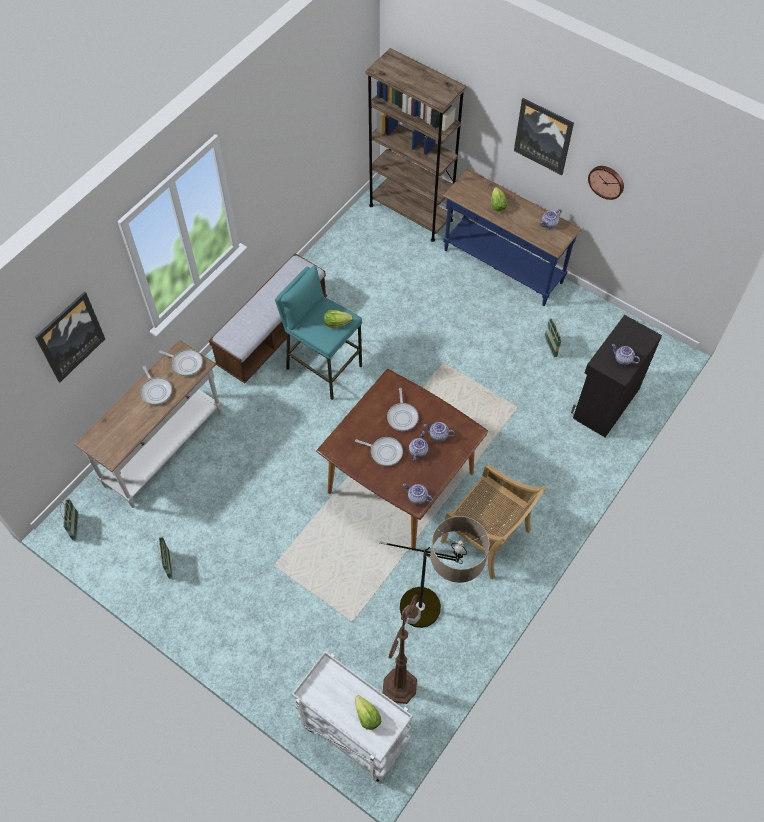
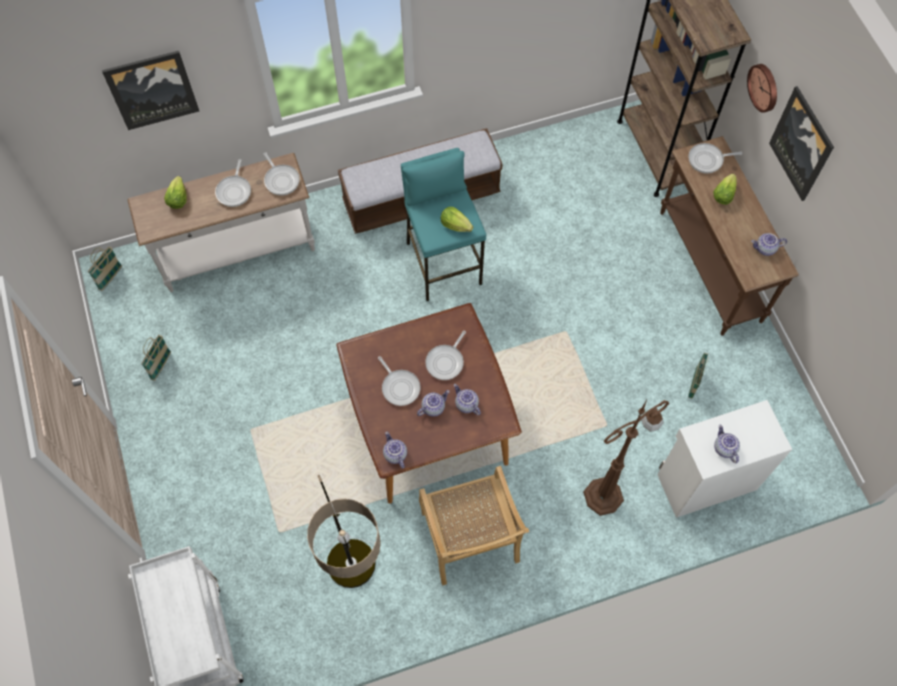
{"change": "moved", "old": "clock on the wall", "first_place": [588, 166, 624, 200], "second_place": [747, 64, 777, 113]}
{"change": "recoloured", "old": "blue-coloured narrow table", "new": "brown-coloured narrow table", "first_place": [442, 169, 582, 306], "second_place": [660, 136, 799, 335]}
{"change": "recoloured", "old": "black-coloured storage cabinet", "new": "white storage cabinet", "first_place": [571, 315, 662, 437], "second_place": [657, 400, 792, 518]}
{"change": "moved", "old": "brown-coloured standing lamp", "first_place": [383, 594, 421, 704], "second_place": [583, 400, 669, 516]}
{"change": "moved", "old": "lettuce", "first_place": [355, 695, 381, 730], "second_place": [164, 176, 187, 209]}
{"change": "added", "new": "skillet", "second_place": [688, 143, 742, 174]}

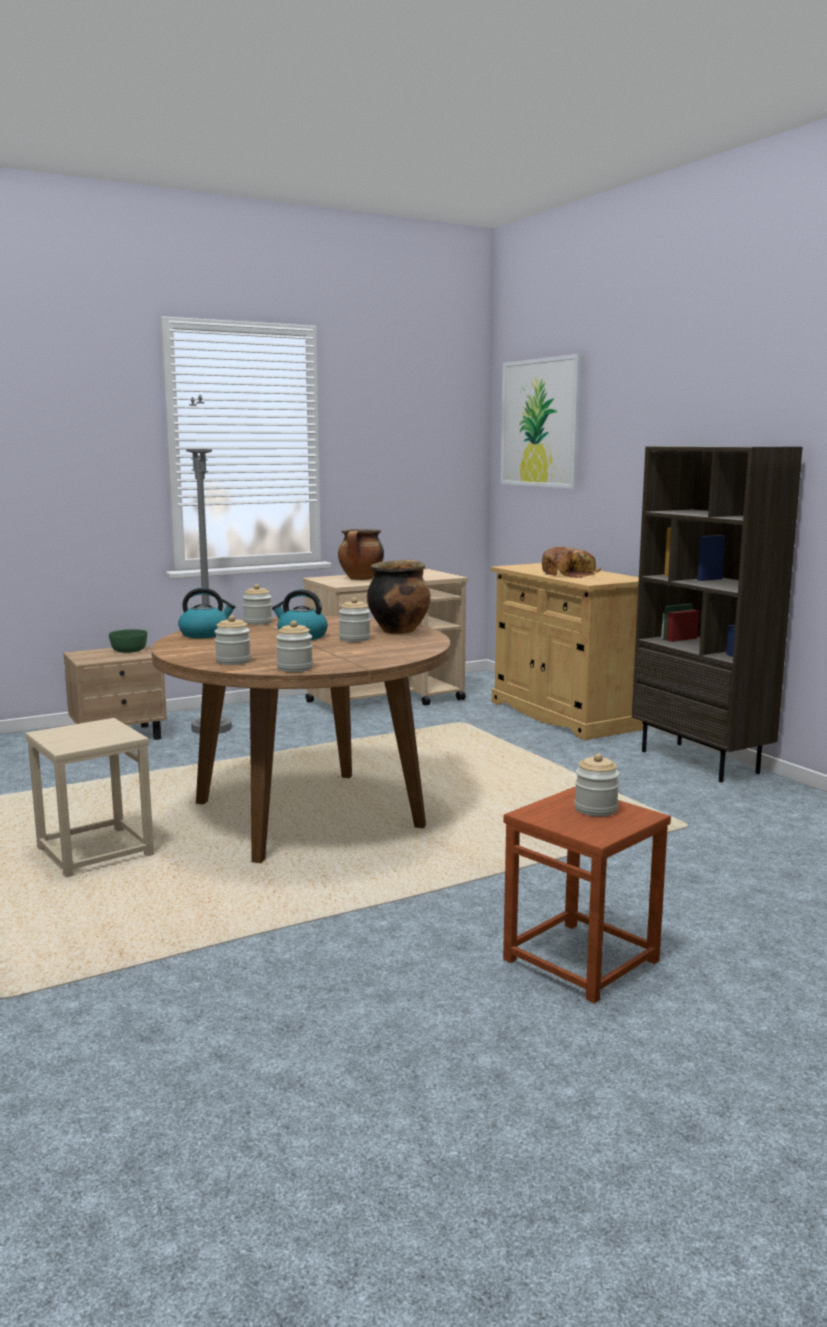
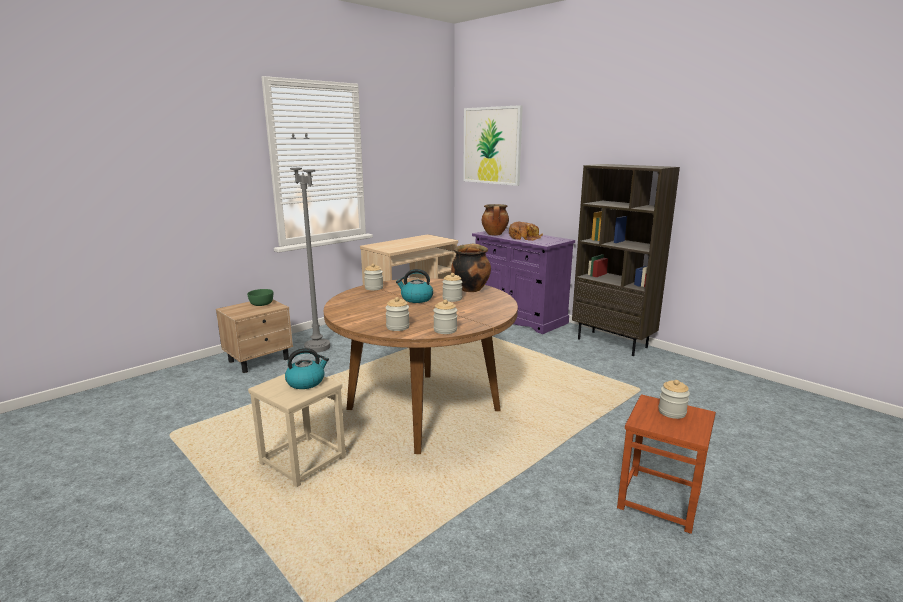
{"change": "moved", "old": "cooking pot", "first_place": [338, 529, 384, 580], "second_place": [482, 204, 509, 235]}
{"change": "recoloured", "old": "beige-coloured storage cabinet", "new": "purple storage cabinet", "first_place": [491, 563, 643, 740], "second_place": [472, 229, 575, 334]}
{"change": "moved", "old": "kettle", "first_place": [178, 588, 236, 638], "second_place": [285, 348, 329, 389]}

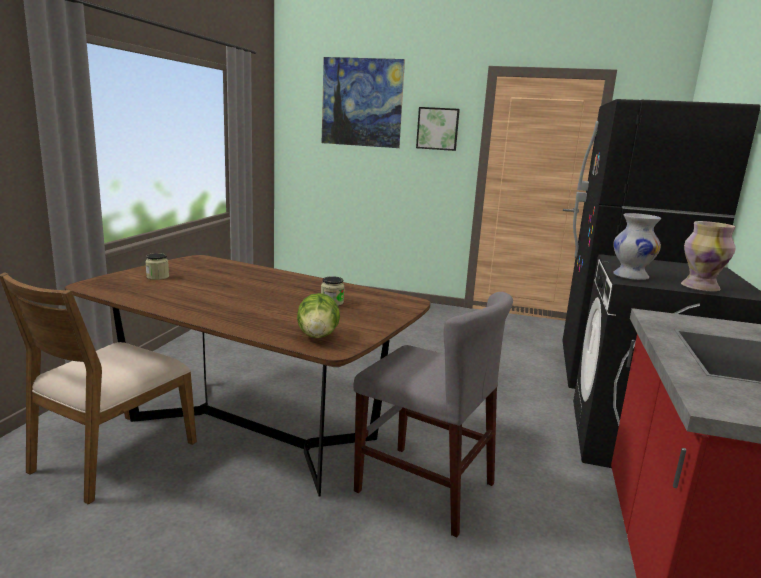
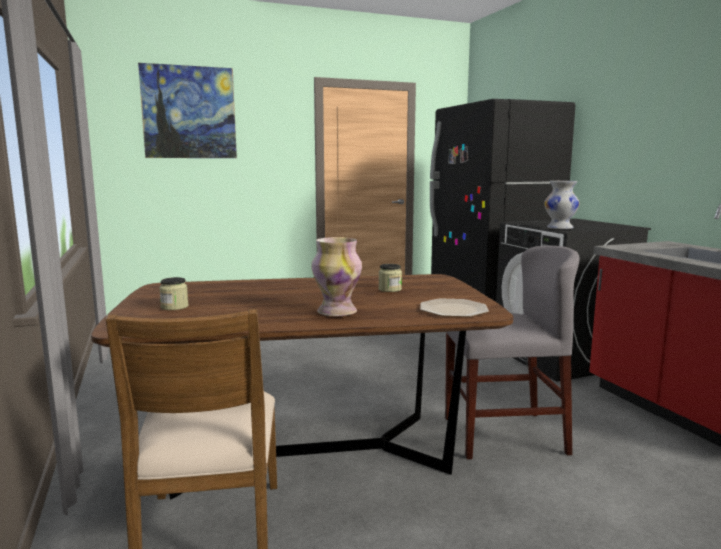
{"change": "removed", "old": "picture", "first_place": [416, 107, 460, 151]}
{"change": "moved", "old": "decorative vase", "first_place": [681, 221, 736, 292], "second_place": [311, 237, 362, 317]}
{"change": "replaced", "old": "lettuce", "new": "plate", "first_place": [297, 293, 340, 338], "second_place": [420, 299, 489, 317]}

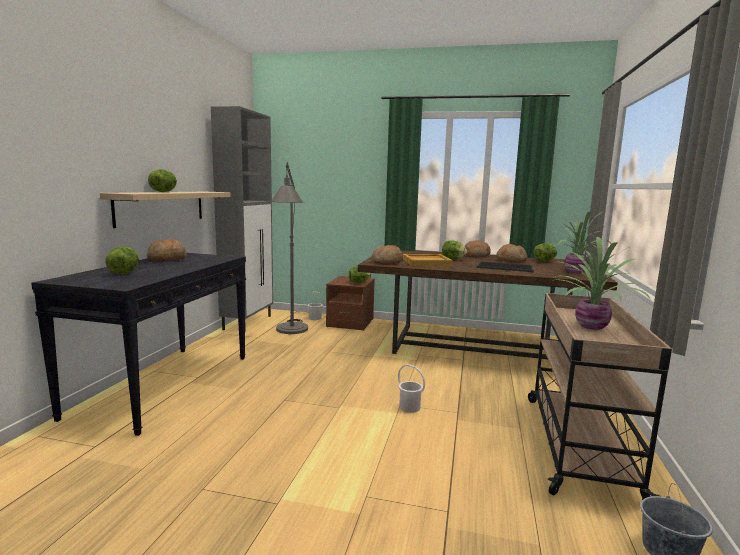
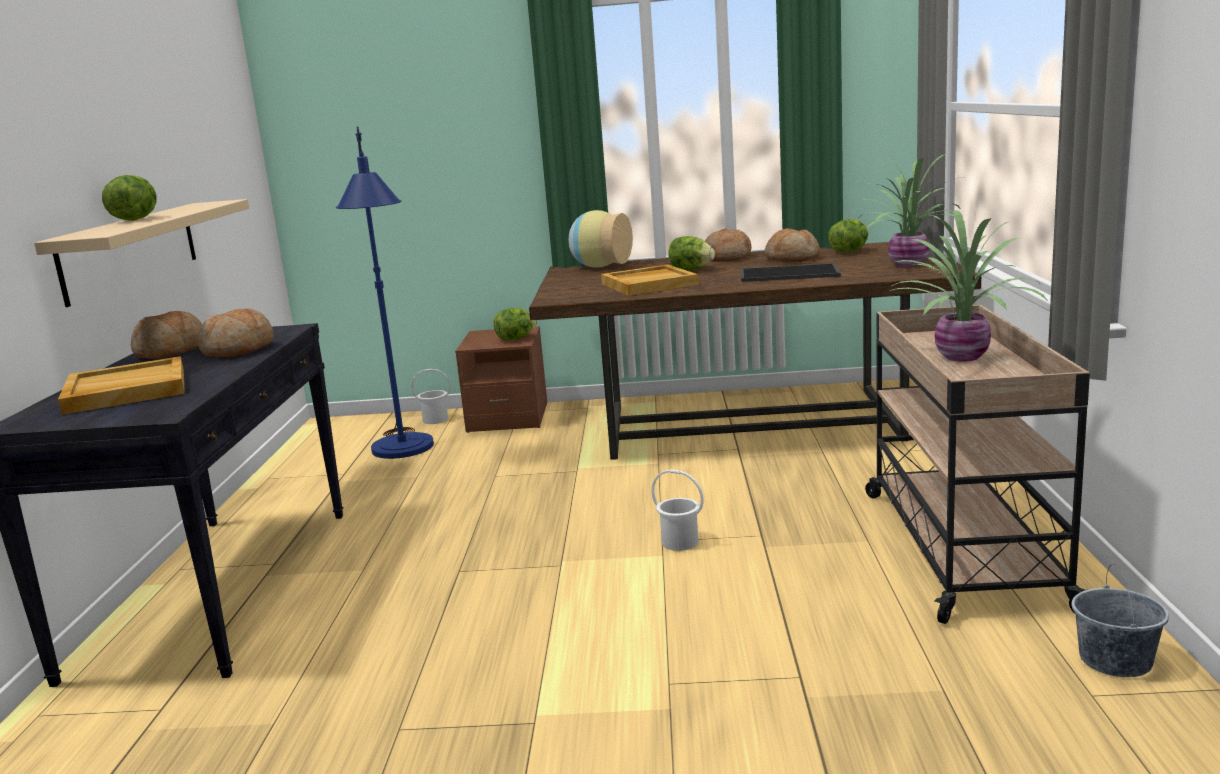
{"change": "removed", "old": "grey storage cabinet", "first_place": [211, 106, 273, 332]}
{"change": "recoloured", "old": "grey standing lamp", "new": "blue-coloured standing lamp", "first_place": [270, 162, 308, 334], "second_place": [336, 126, 434, 459]}
{"change": "moved", "old": "bakery bread", "first_place": [372, 245, 403, 265], "second_place": [198, 308, 274, 357]}
{"change": "replaced", "old": "lettuce", "new": "beige-coloured tray", "first_place": [105, 246, 139, 274], "second_place": [58, 356, 185, 415]}
{"change": "added", "new": "decorative vase", "second_place": [569, 210, 633, 268]}

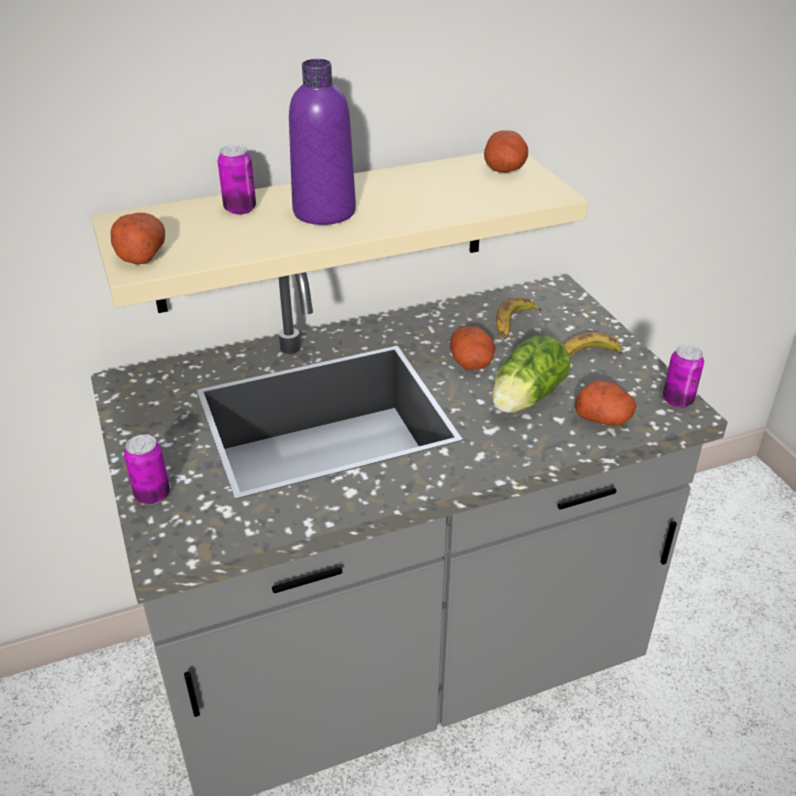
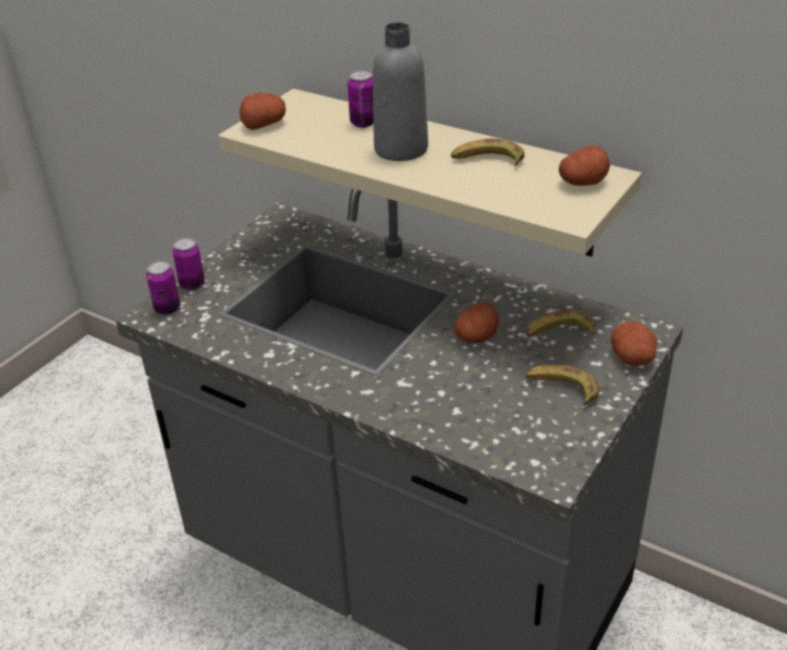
{"change": "recoloured", "old": "purple beverage bottle", "new": "grey beverage bottle", "first_place": [289, 59, 356, 225], "second_place": [373, 22, 428, 161]}
{"change": "removed", "old": "lettuce", "first_place": [492, 336, 570, 413]}
{"change": "moved", "old": "can", "first_place": [663, 345, 704, 408], "second_place": [146, 261, 180, 315]}
{"change": "moved", "old": "potato", "first_place": [575, 380, 637, 426], "second_place": [611, 322, 657, 366]}
{"change": "added", "new": "banana", "second_place": [451, 138, 525, 165]}

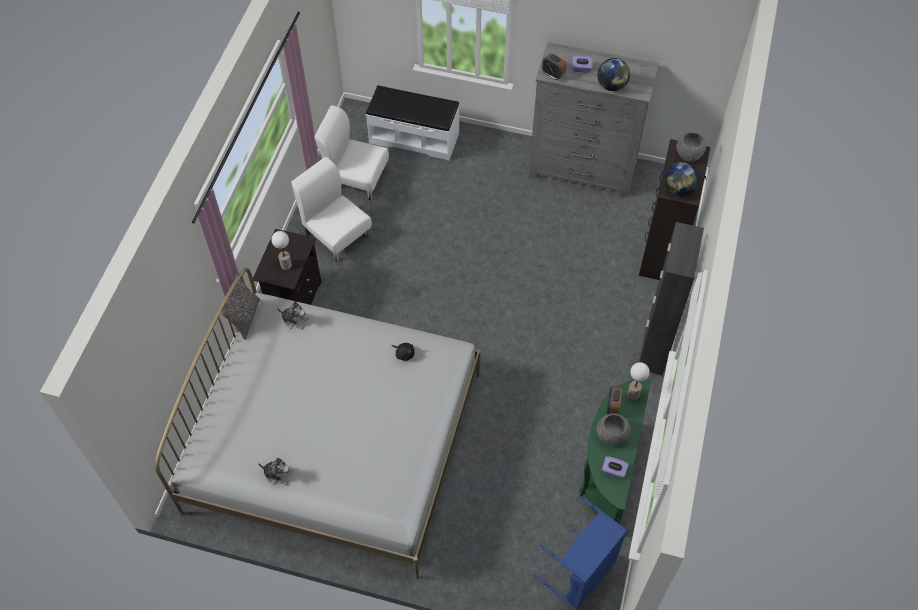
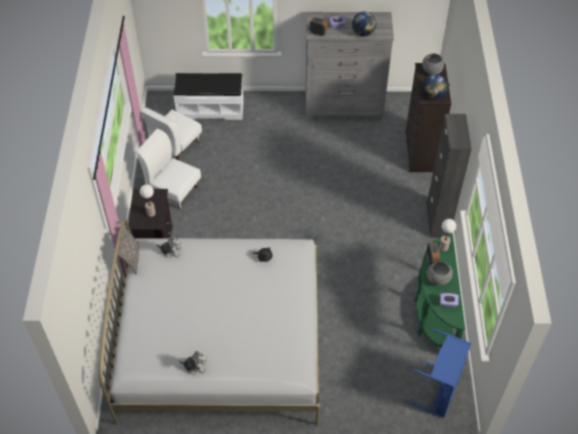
{"change": "turned", "old": "white upright chair", "first_place": [314, 105, 389, 200], "second_place": [141, 107, 202, 160], "degrees": -60}

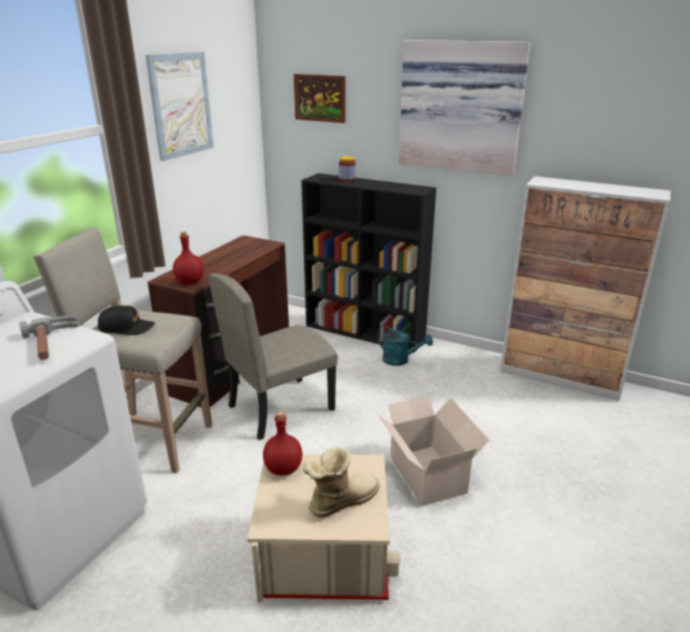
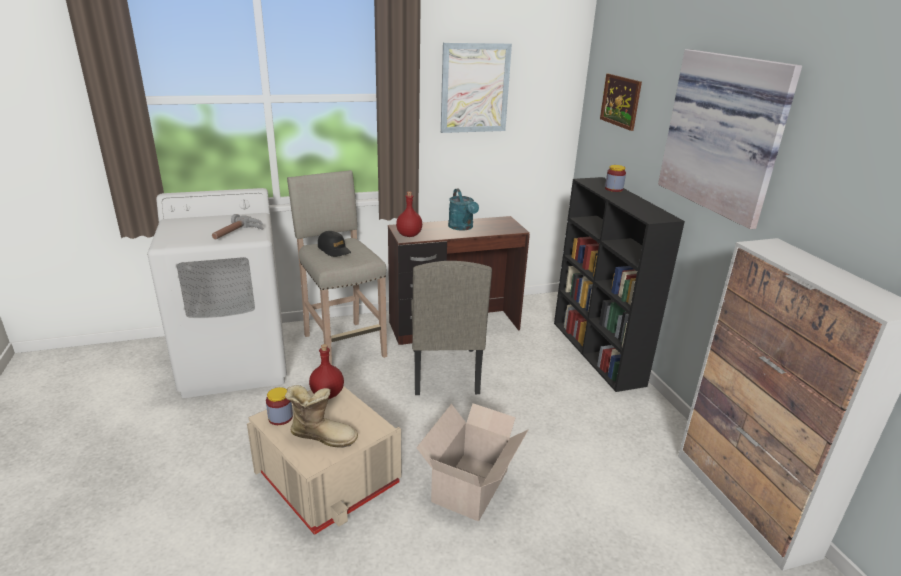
{"change": "turned", "old": "beige-coloured upright chair", "first_place": [209, 273, 338, 440], "second_place": [411, 261, 492, 395], "degrees": -105}
{"change": "moved", "old": "turquoise watering pot", "first_place": [377, 326, 433, 366], "second_place": [448, 189, 479, 231]}
{"change": "added", "new": "storage jar", "second_place": [266, 387, 293, 425]}

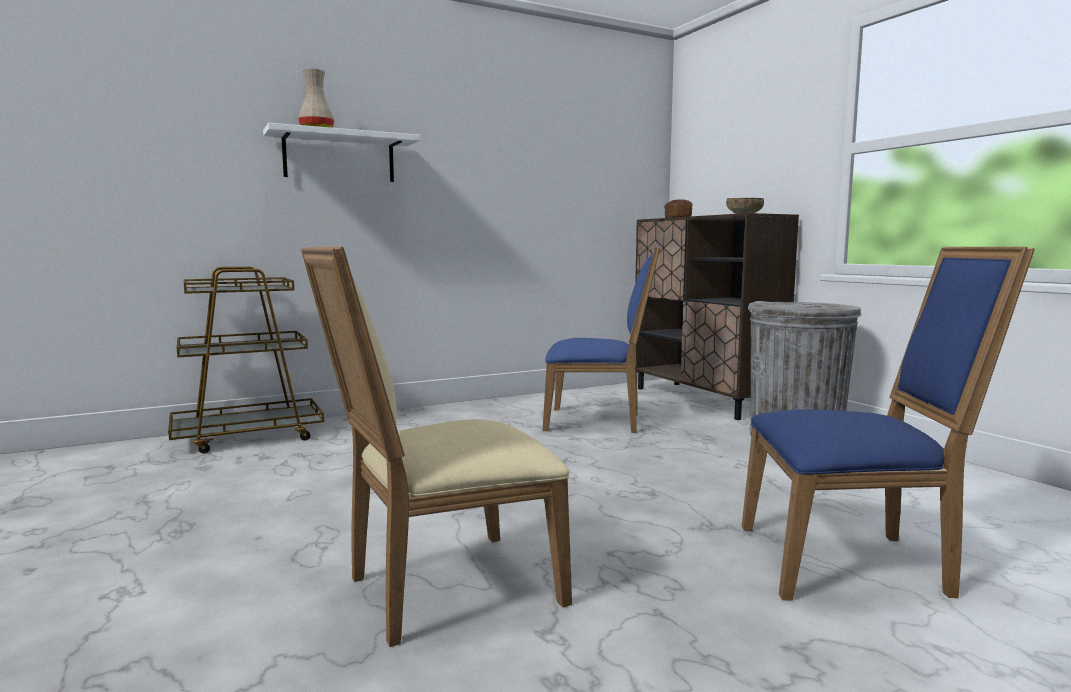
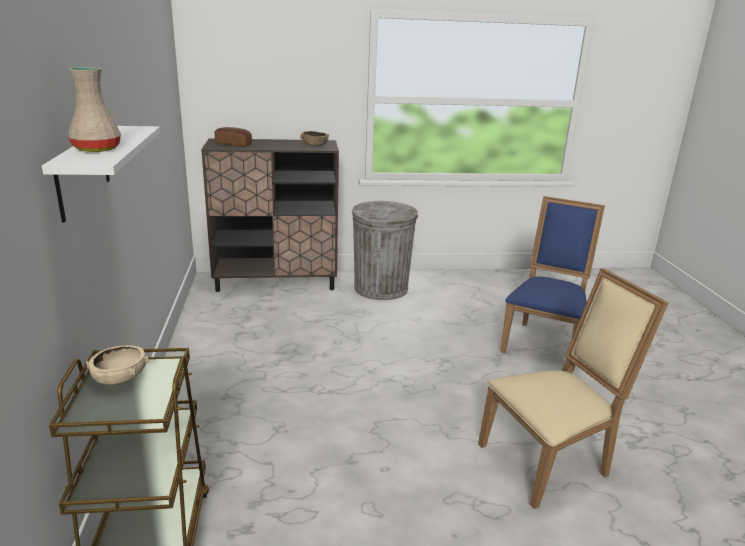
{"change": "turned", "old": "beige-coloured upright chair", "first_place": [301, 247, 572, 647], "second_place": [478, 268, 669, 509], "degrees": -105}
{"change": "removed", "old": "blue-coloured upright chair", "first_place": [542, 247, 660, 433]}
{"change": "added", "new": "beige-coloured deep dish", "second_place": [86, 345, 149, 385]}

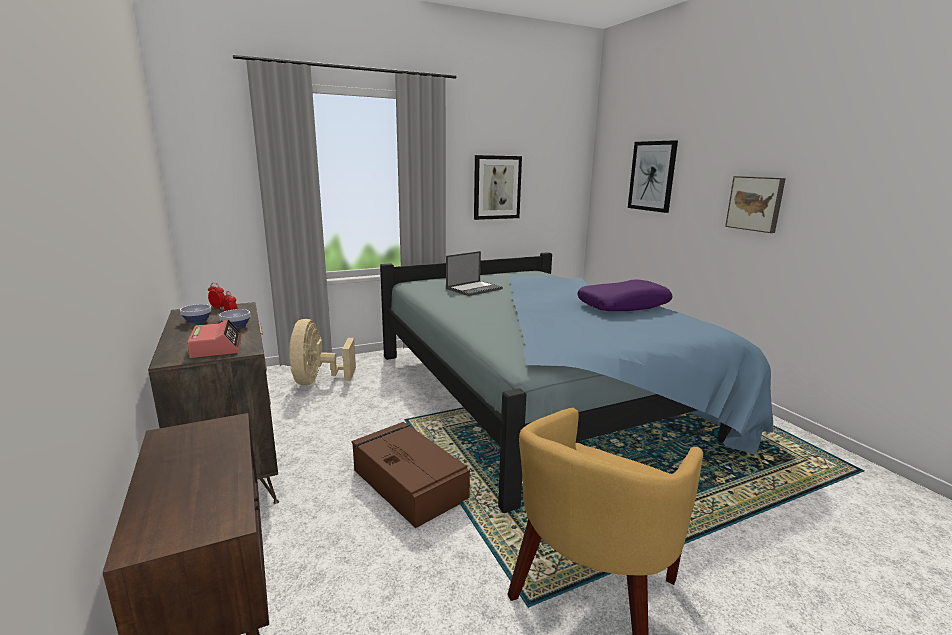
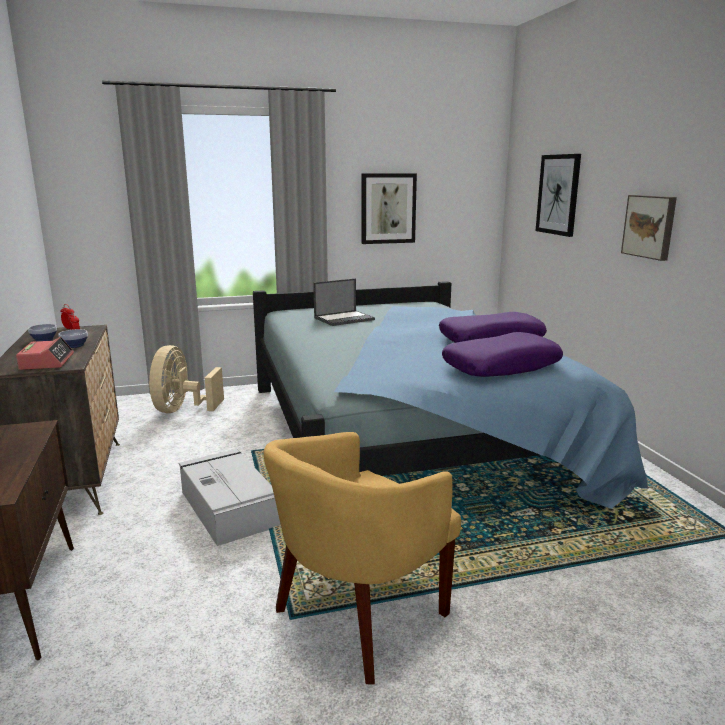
{"change": "recoloured", "old": "brown-coloured storage container", "new": "grey storage container", "first_place": [352, 422, 470, 528], "second_place": [179, 449, 281, 546]}
{"change": "added", "new": "purple cushion", "second_place": [442, 332, 563, 377]}

